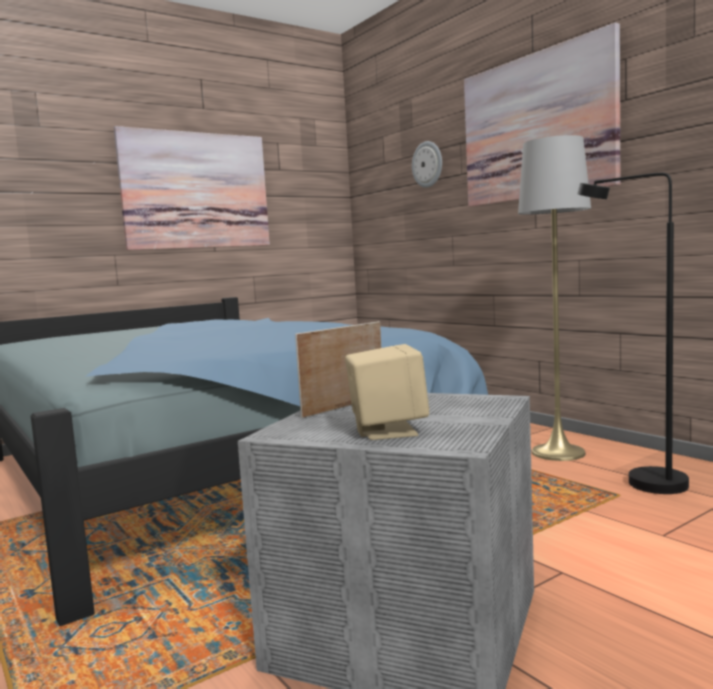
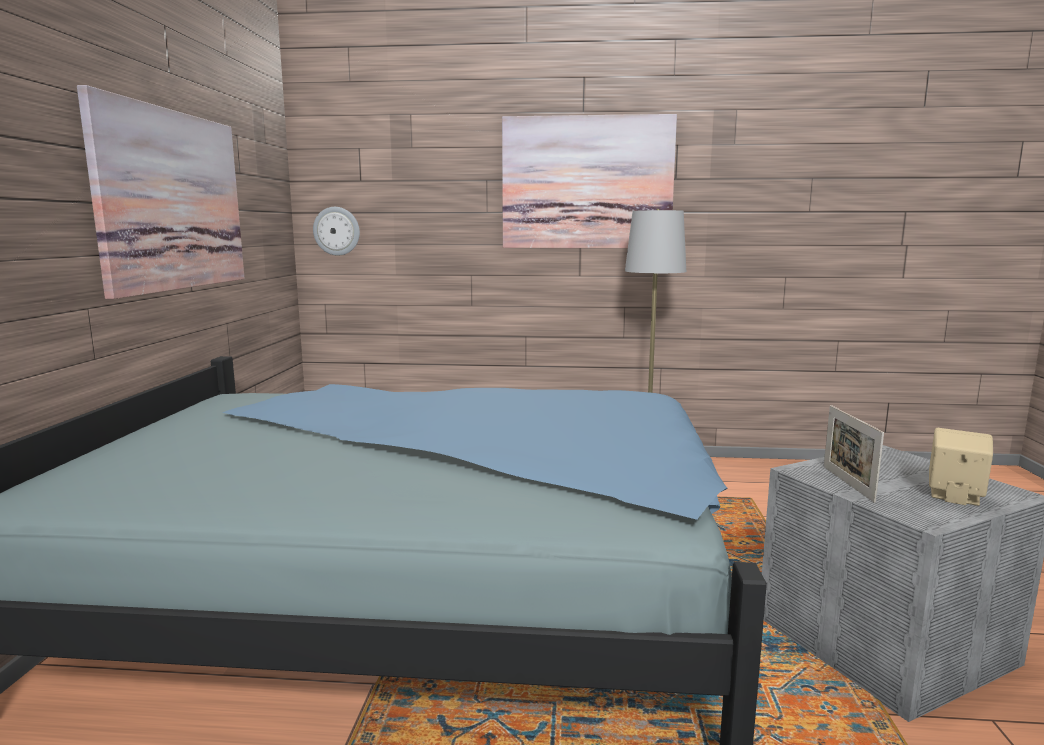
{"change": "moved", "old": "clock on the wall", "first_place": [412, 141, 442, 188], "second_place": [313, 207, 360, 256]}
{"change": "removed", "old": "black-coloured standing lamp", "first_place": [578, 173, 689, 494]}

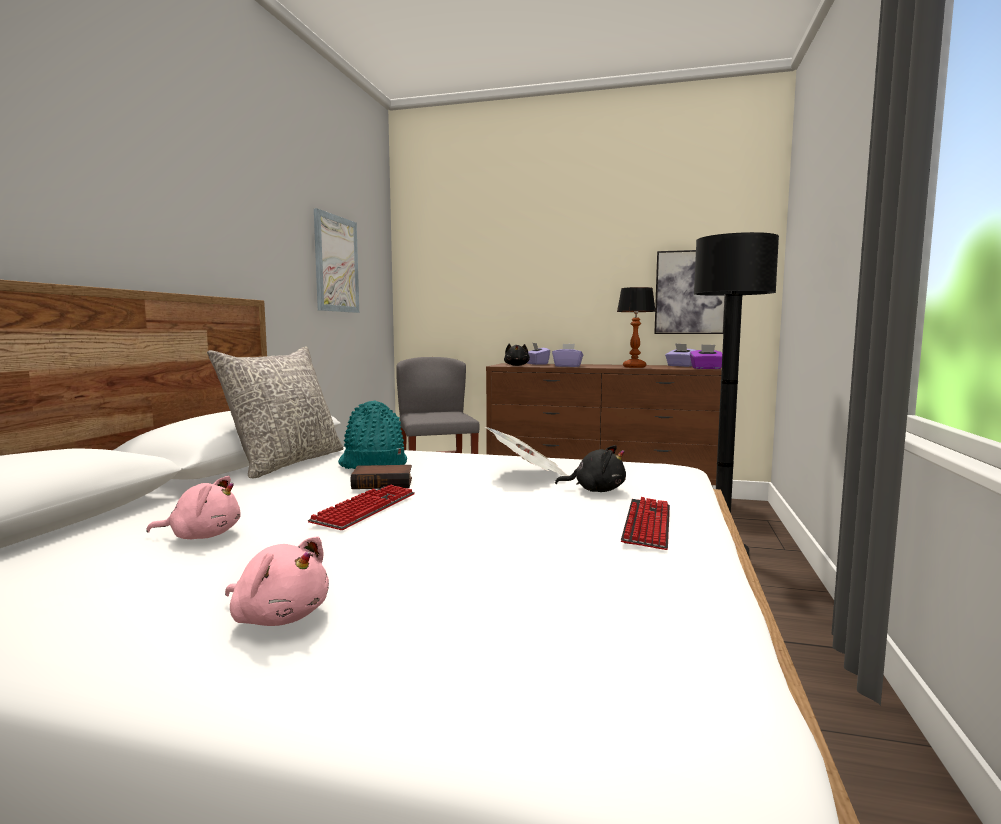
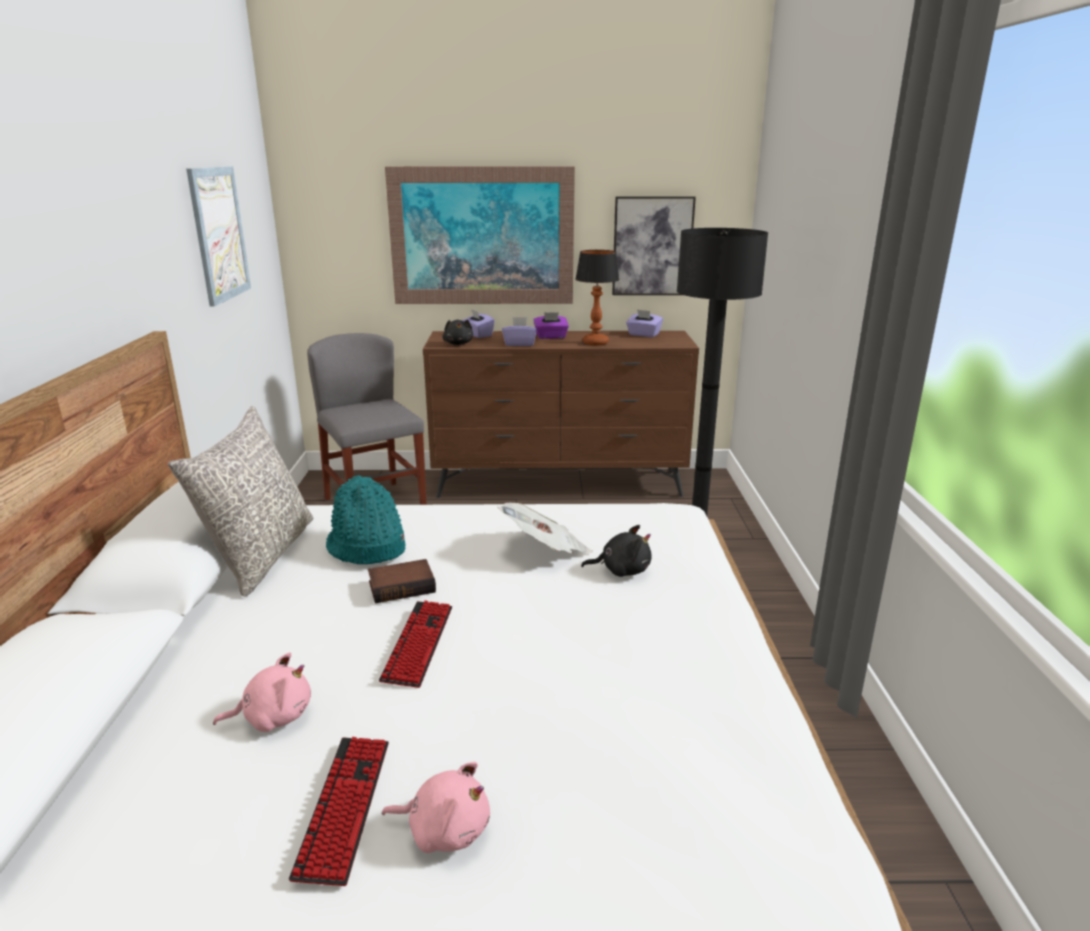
{"change": "moved", "old": "purple tissue holder", "first_place": [690, 344, 722, 369], "second_place": [533, 312, 569, 339]}
{"change": "moved", "old": "PC keyboard", "first_place": [621, 497, 670, 550], "second_place": [289, 737, 389, 886]}
{"change": "added", "new": "picture", "second_place": [385, 166, 575, 304]}

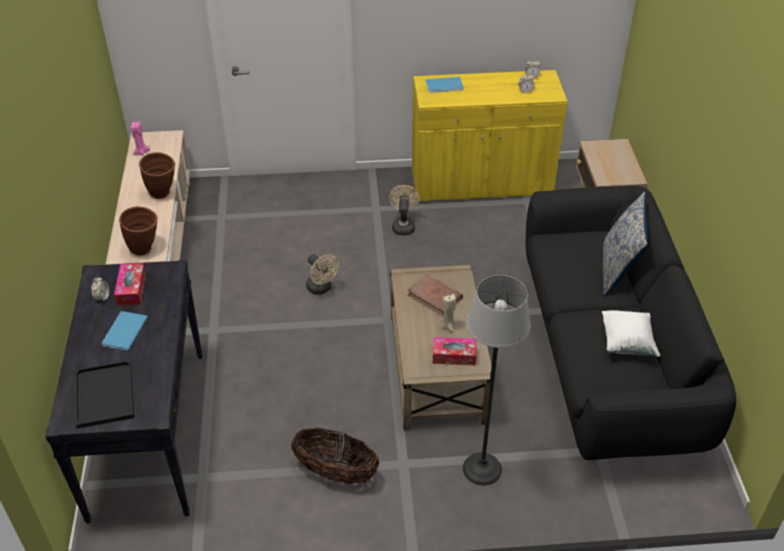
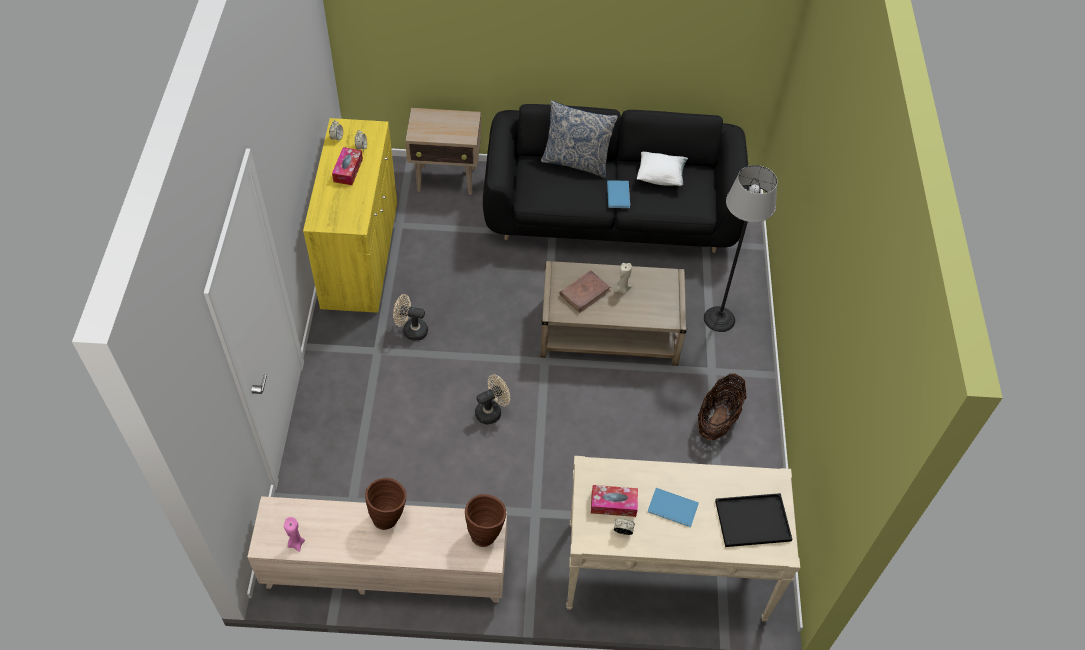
{"change": "moved", "old": "blue-coloured book", "first_place": [426, 77, 464, 93], "second_place": [607, 180, 630, 208]}
{"change": "recoloured", "old": "black-coloured narrow table", "new": "beige-coloured narrow table", "first_place": [45, 260, 203, 523], "second_place": [566, 456, 800, 622]}
{"change": "moved", "old": "tissue holder", "first_place": [433, 337, 476, 365], "second_place": [332, 147, 363, 185]}

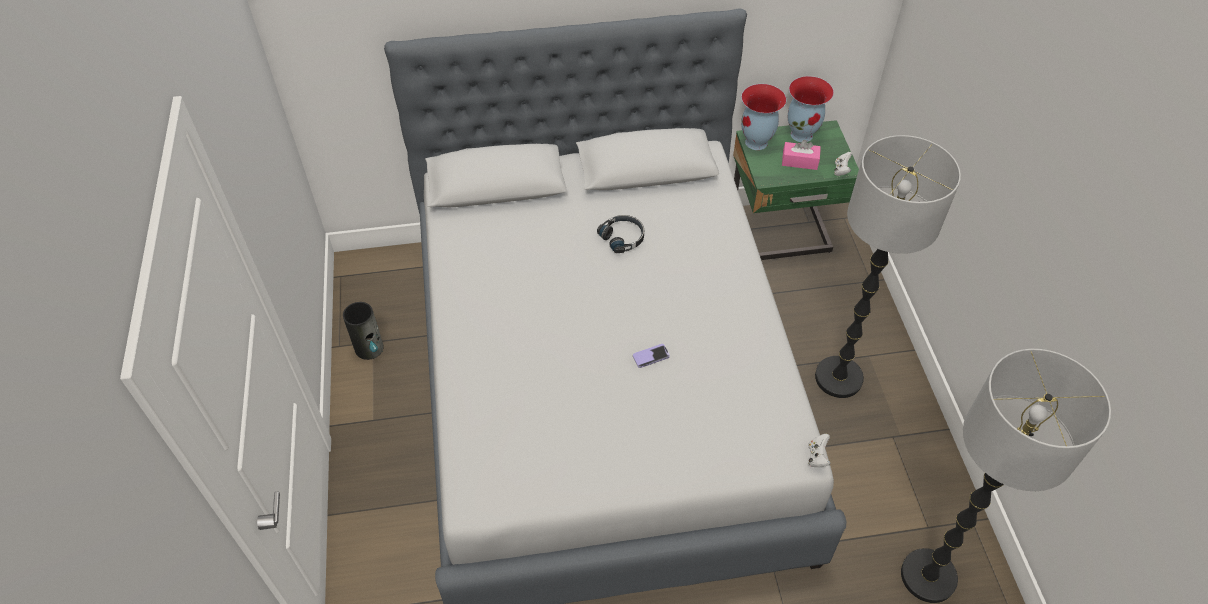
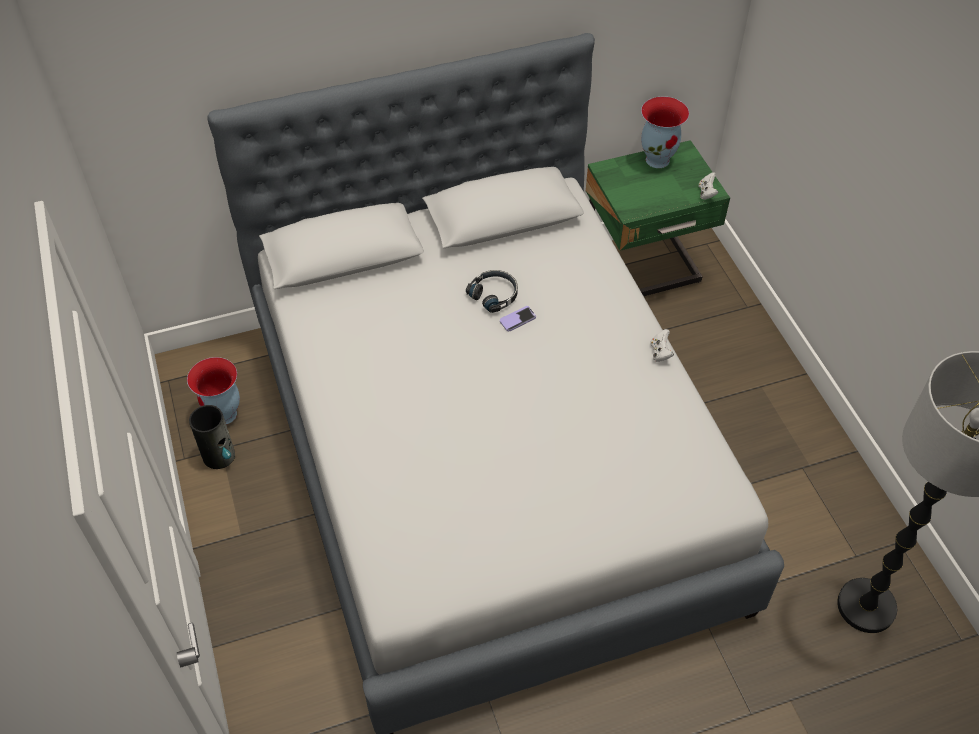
{"change": "moved", "old": "decorative vase", "first_place": [741, 84, 786, 150], "second_place": [187, 357, 240, 425]}
{"change": "removed", "old": "standing lamp", "first_place": [815, 135, 961, 398]}
{"change": "removed", "old": "pinkish tissue holder", "first_place": [782, 140, 821, 170]}
{"change": "moved", "old": "handset", "first_place": [633, 344, 670, 368], "second_place": [500, 306, 536, 331]}
{"change": "moved", "old": "white gamepad", "first_place": [808, 434, 831, 467], "second_place": [650, 329, 674, 362]}

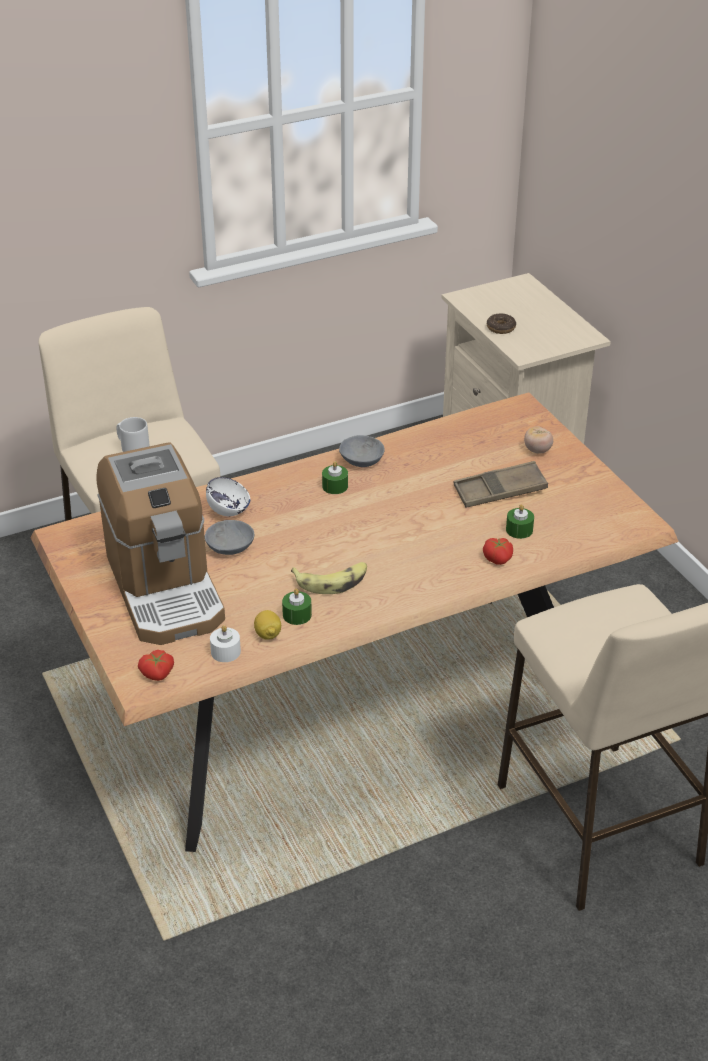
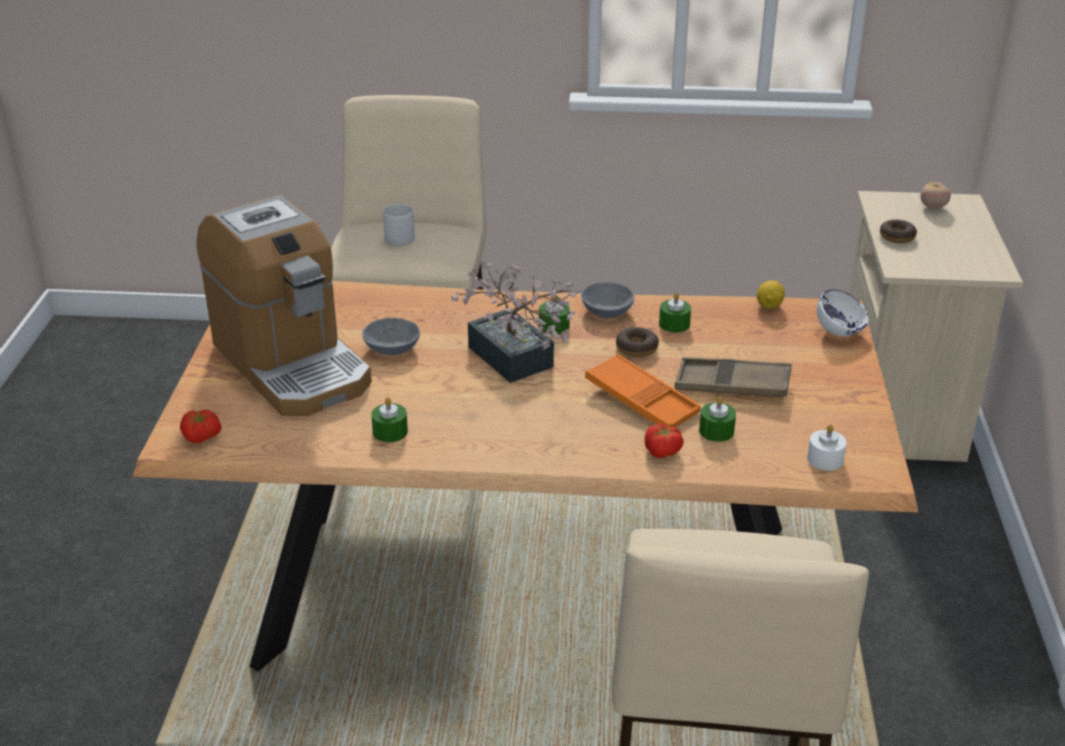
{"change": "moved", "old": "tomato", "first_place": [524, 426, 553, 454], "second_place": [920, 182, 951, 209]}
{"change": "turned", "old": "coffee machine", "first_place": [96, 442, 225, 645], "second_place": [196, 195, 372, 416], "degrees": -45}
{"change": "moved", "old": "white deep dish", "first_place": [206, 477, 250, 516], "second_place": [817, 290, 869, 337]}
{"change": "removed", "old": "banana", "first_place": [291, 562, 367, 594]}
{"change": "moved", "old": "whole lemon", "first_place": [254, 610, 281, 639], "second_place": [757, 280, 785, 309]}
{"change": "moved", "old": "white wax candle", "first_place": [210, 625, 241, 662], "second_place": [807, 424, 847, 471]}
{"change": "added", "new": "plant in a pot", "second_place": [451, 262, 581, 383]}
{"change": "added", "new": "green wax candle", "second_place": [659, 292, 691, 333]}
{"change": "added", "new": "donut", "second_place": [616, 327, 659, 357]}
{"change": "added", "new": "orange-coloured tray", "second_place": [585, 354, 701, 427]}

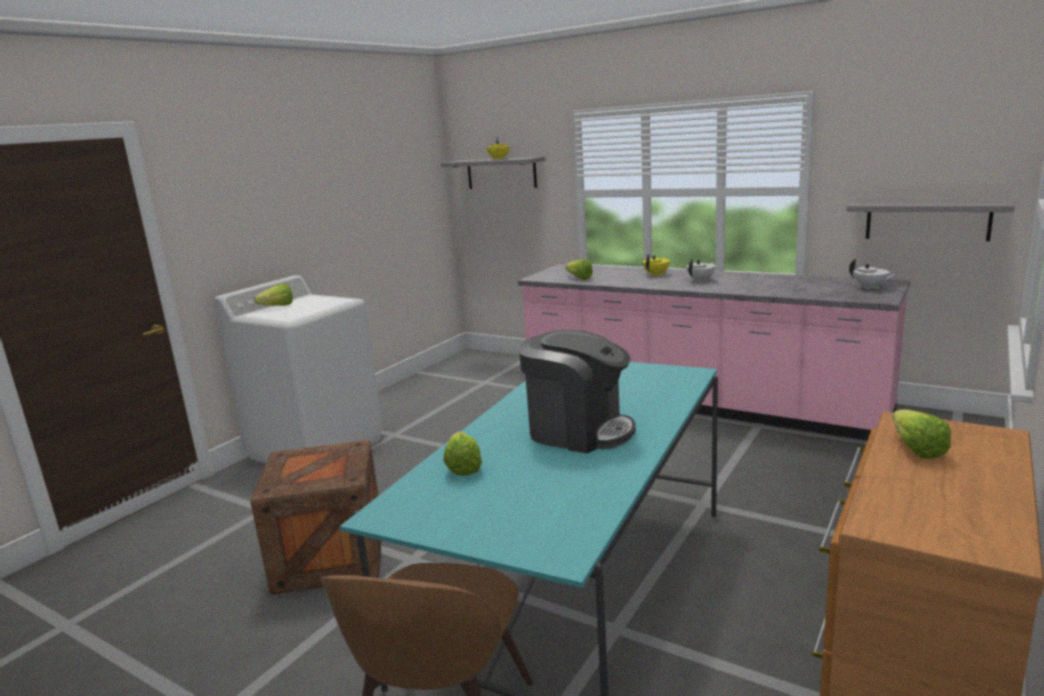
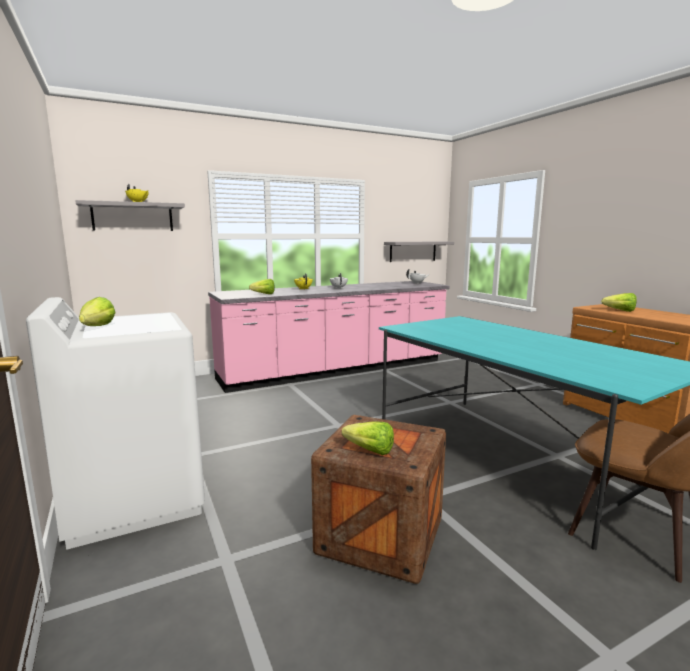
{"change": "removed", "old": "coffee machine", "first_place": [519, 330, 636, 453]}
{"change": "moved", "old": "lettuce", "first_place": [443, 431, 482, 476], "second_place": [342, 421, 394, 455]}

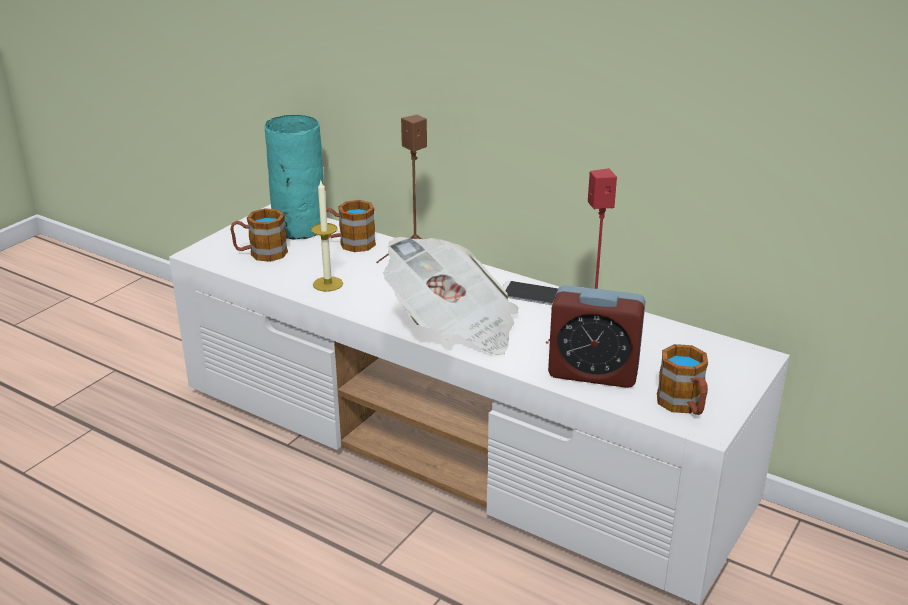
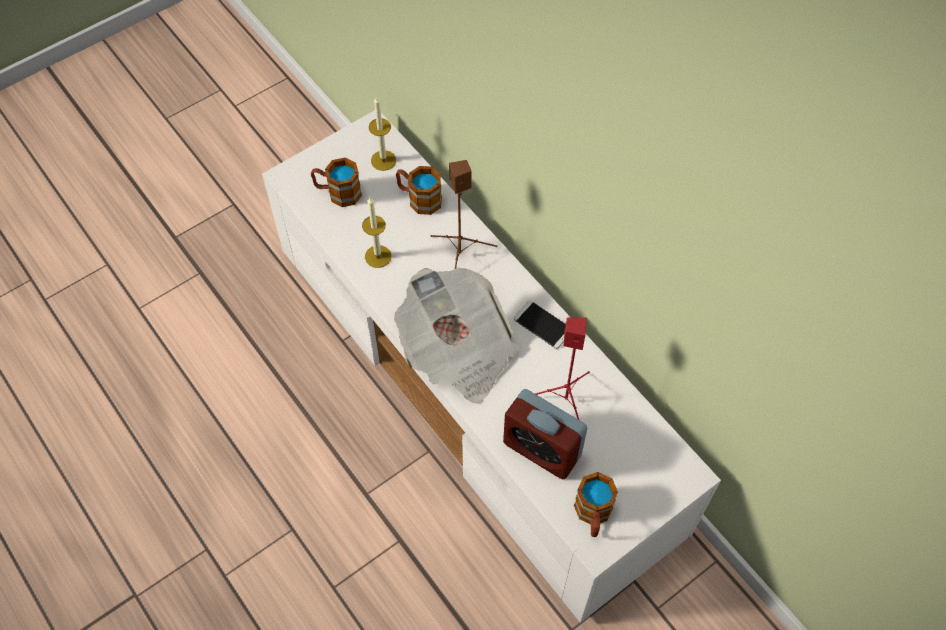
{"change": "replaced", "old": "turquoise decorative vase", "new": "wax candle", "first_place": [264, 115, 324, 239], "second_place": [369, 97, 396, 171]}

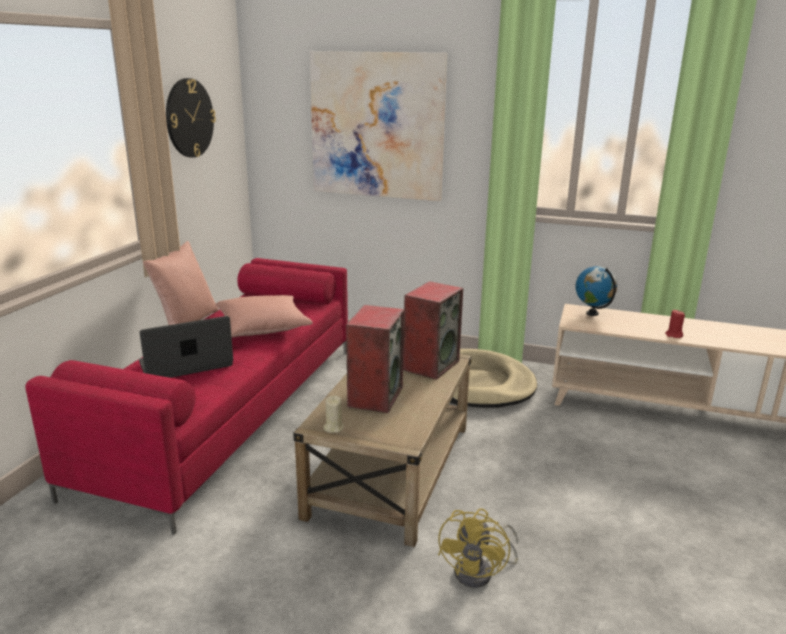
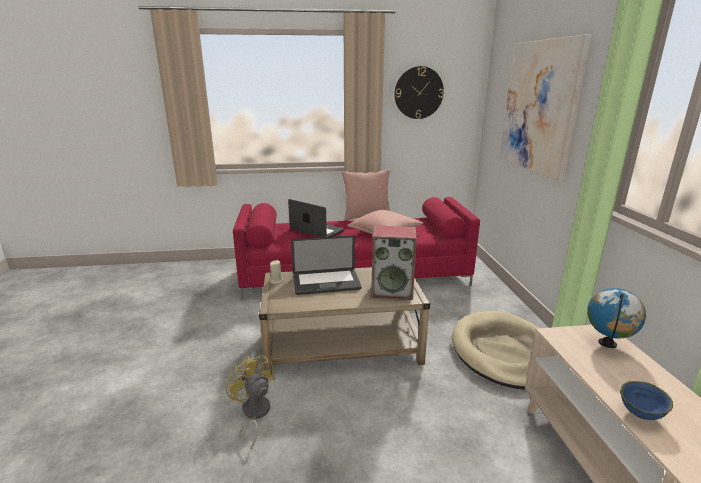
{"change": "replaced", "old": "loudspeaker", "new": "laptop", "first_place": [346, 305, 404, 413], "second_place": [291, 235, 362, 295]}
{"change": "replaced", "old": "red wax candle", "new": "blue-coloured deep dish", "first_place": [665, 310, 685, 338], "second_place": [620, 381, 673, 420]}
{"change": "turned", "old": "yellow cooling fan", "first_place": [438, 508, 518, 588], "second_place": [226, 355, 275, 450], "degrees": 60}

